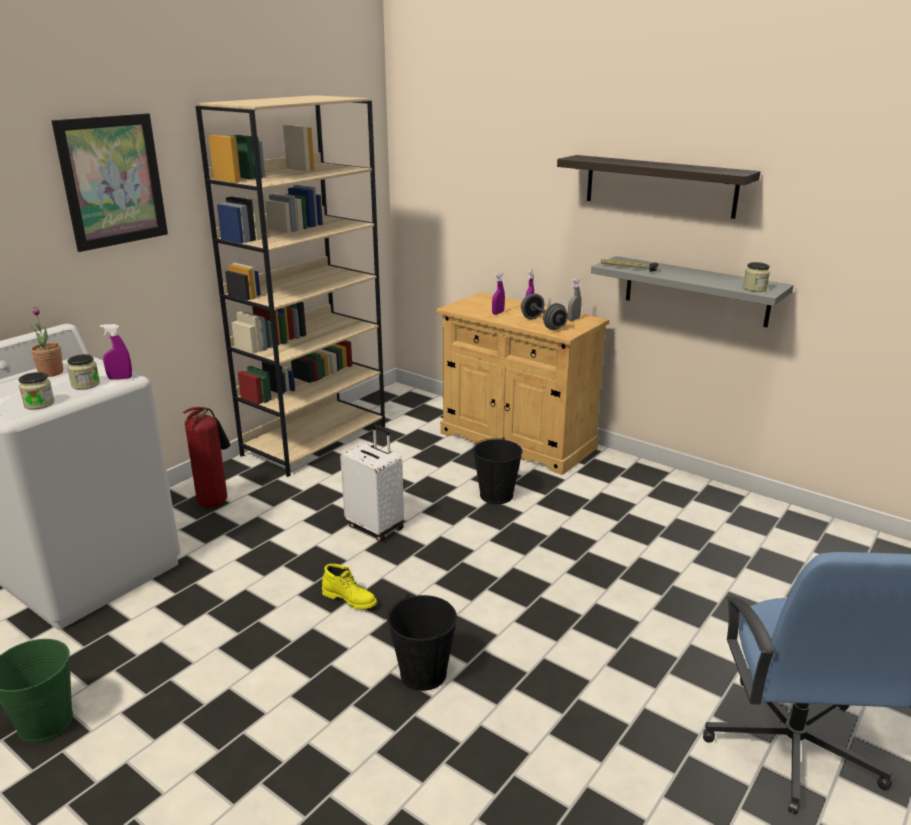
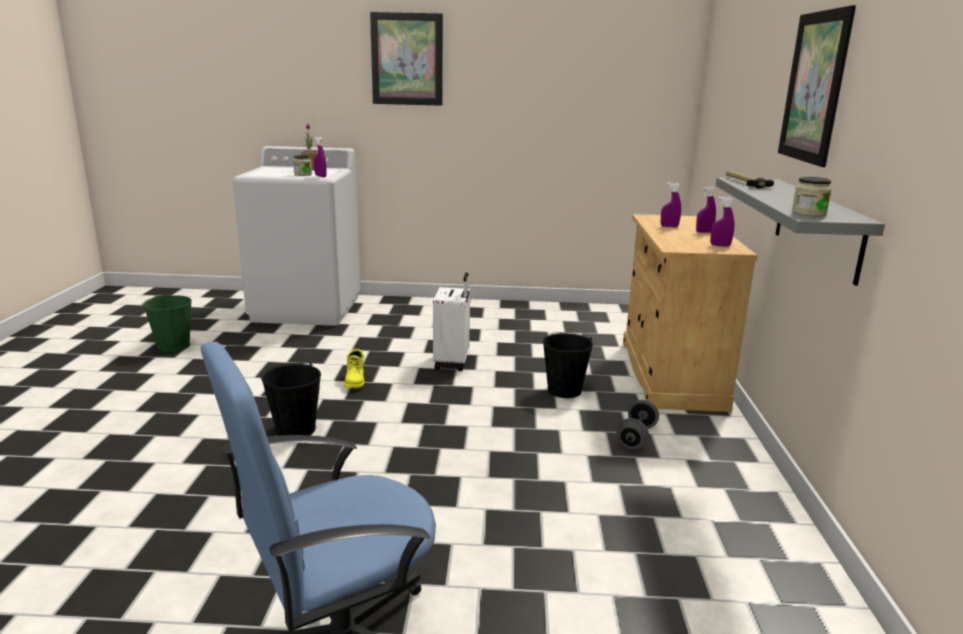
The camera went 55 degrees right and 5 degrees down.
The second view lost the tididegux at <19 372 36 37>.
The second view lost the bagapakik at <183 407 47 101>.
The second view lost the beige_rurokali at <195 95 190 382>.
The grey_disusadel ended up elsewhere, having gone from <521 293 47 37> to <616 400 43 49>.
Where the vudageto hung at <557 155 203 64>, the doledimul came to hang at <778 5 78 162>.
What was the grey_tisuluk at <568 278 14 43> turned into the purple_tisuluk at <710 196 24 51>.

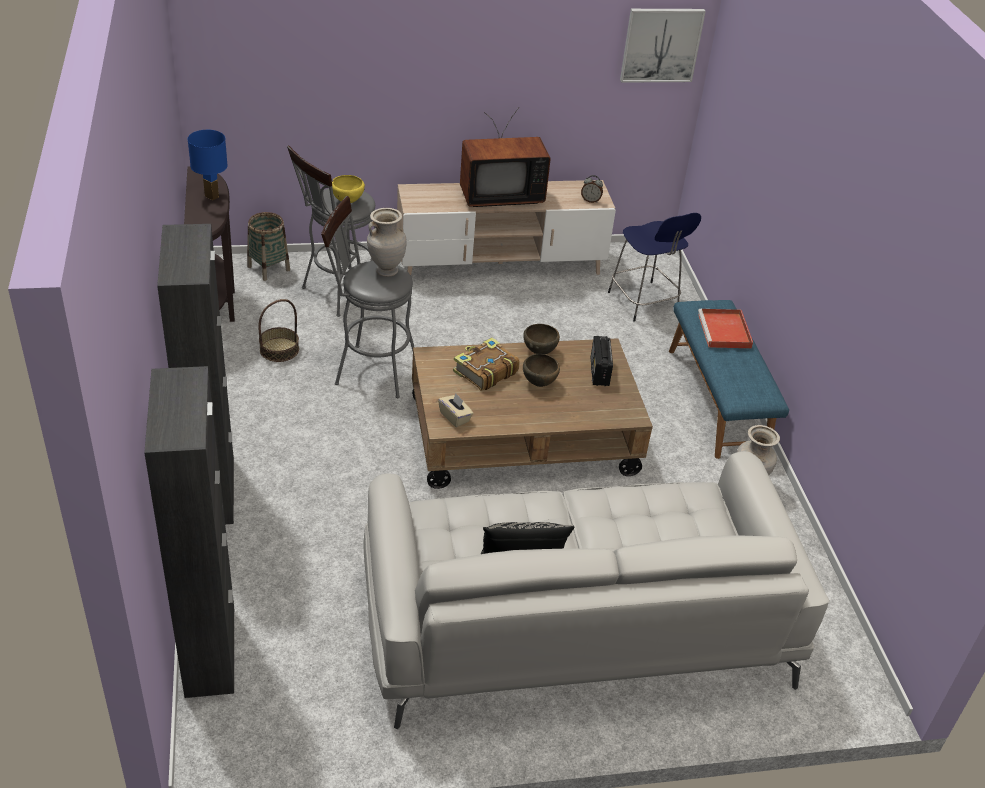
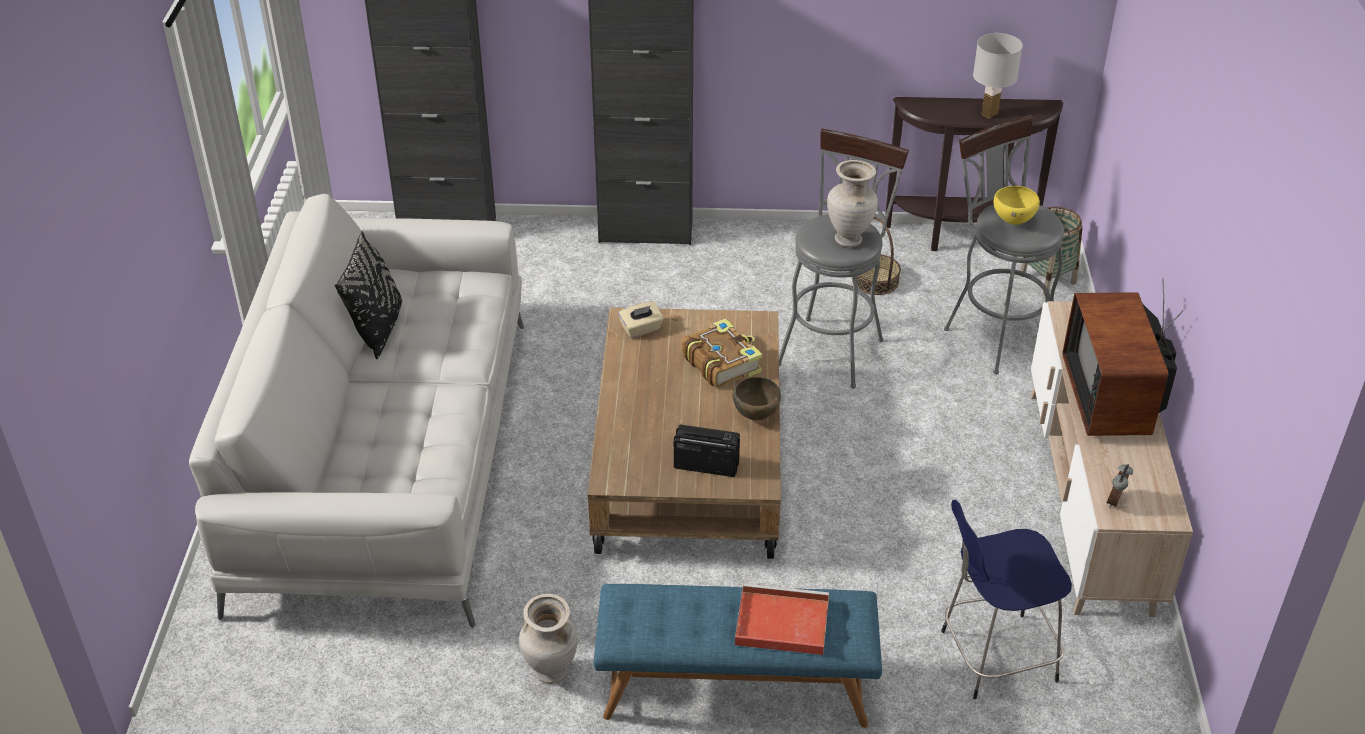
The camera went 105 degrees right and 0 degrees up.
What was the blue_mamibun at <187 130 41 70> turned into the white_mamibun at <973 33 50 86>.
The second view lost the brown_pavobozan at <523 354 37 33>.
The second view lost the doledimul at <620 9 86 74>.

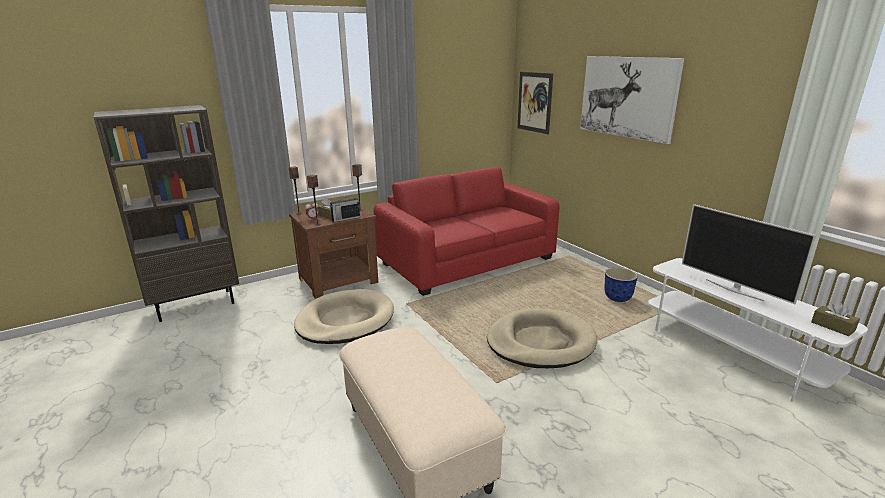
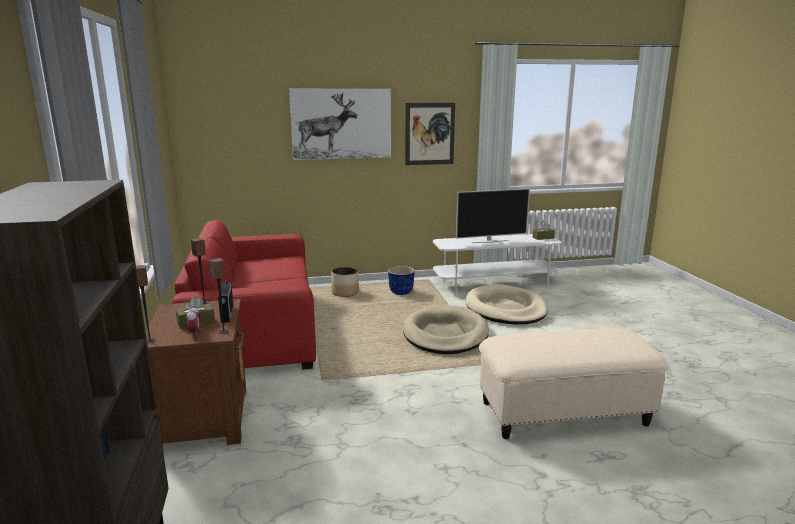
The camera went 70 degrees left and 5 degrees down.
The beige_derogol ended up elsewhere, having gone from <294 289 100 55> to <465 284 83 40>.
The doledimul ended up elsewhere, having gone from <517 72 36 62> to <405 103 50 62>.
The second view gained the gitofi at <331 267 28 30>.

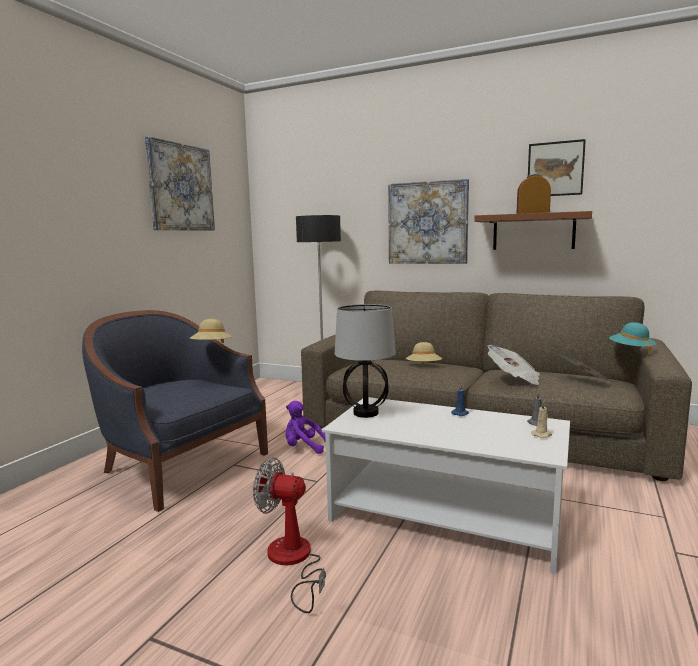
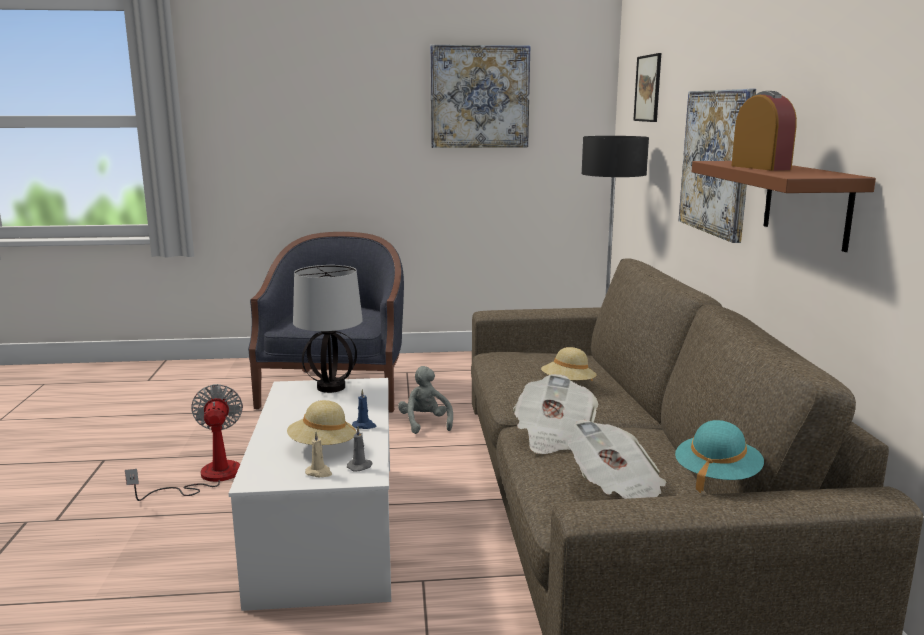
The camera went 60 degrees right and 5 degrees up.
The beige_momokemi ended up elsewhere, having gone from <190 319 42 24> to <287 400 69 45>.
What was the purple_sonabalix at <285 401 41 53> turned into the grey_sonabalix at <398 366 55 68>.
The doledimul ended up elsewhere, having gone from <528 139 58 57> to <633 53 28 69>.

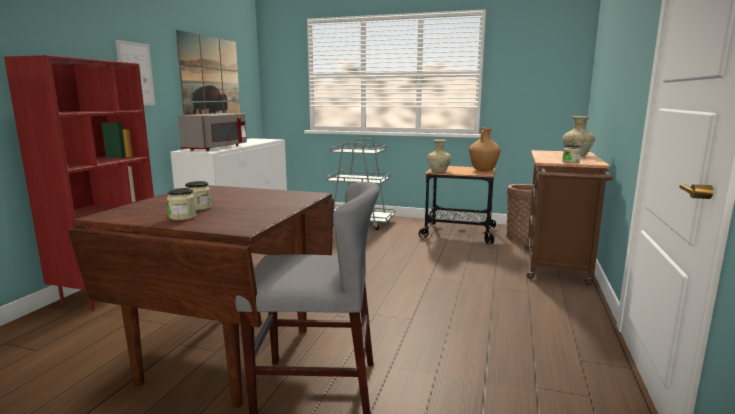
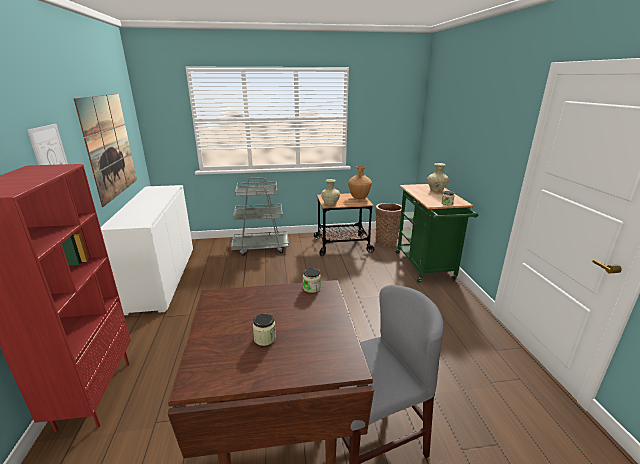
The camera went 25 degrees left and 10 degrees up.
The tididegux ended up elsewhere, having gone from <167 188 29 32> to <303 268 18 25>.
The second view lost the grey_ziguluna at <178 113 69 38>.
What was the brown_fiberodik at <524 150 89 135> turned into the green_fiberodik at <396 184 82 99>.

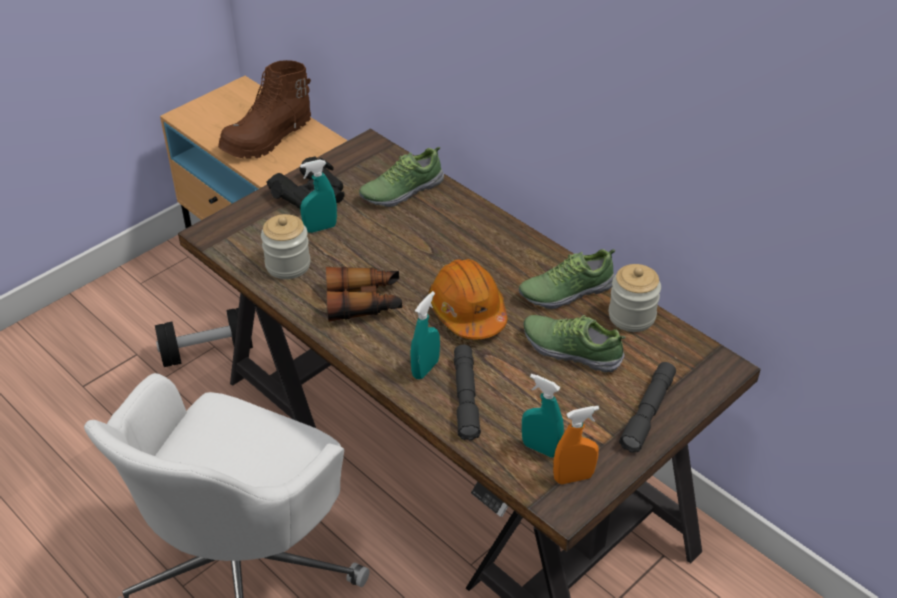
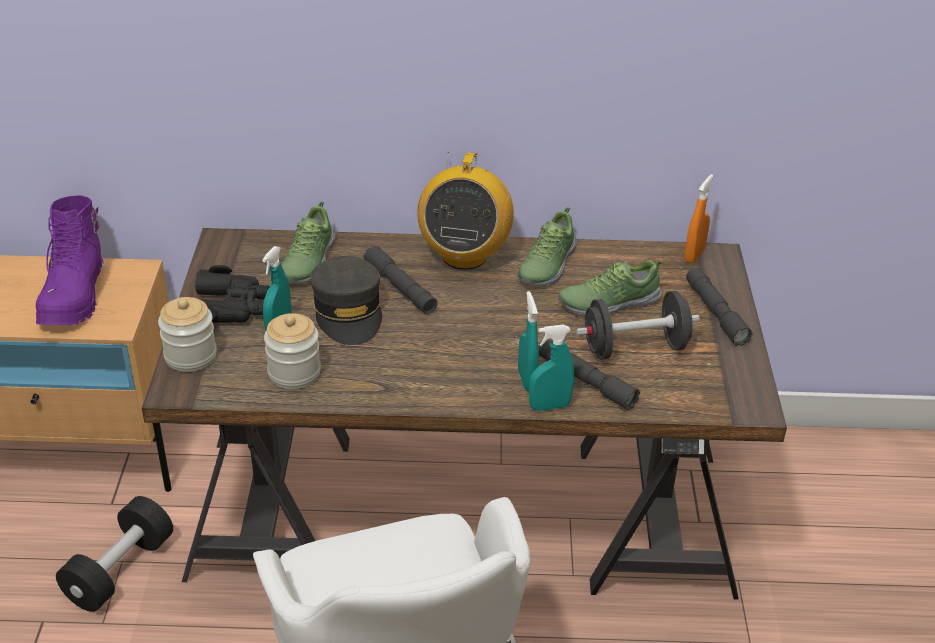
The camera went 45 degrees left and 5 degrees down.
What was the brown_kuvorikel at <218 60 93 99> turned into the purple_kuvorikel at <36 195 70 130>.
The second view lost the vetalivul at <326 267 76 55>.
The second view lost the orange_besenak at <428 259 79 80>.
The turquoise_tisuluk ended up elsewhere, having gone from <522 374 42 84> to <529 325 45 86>.
The orange_tisuluk ended up elsewhere, having gone from <553 406 46 78> to <684 174 30 89>.
The tididegux ended up elsewhere, having gone from <609 264 52 68> to <158 297 59 75>.
The second view gained the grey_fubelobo at <310 256 72 89>.
The second view gained the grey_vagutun at <363 245 74 69>.
The second view gained the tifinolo at <417 152 97 118>.
The second view gained the black_disusadel at <576 291 124 69>.

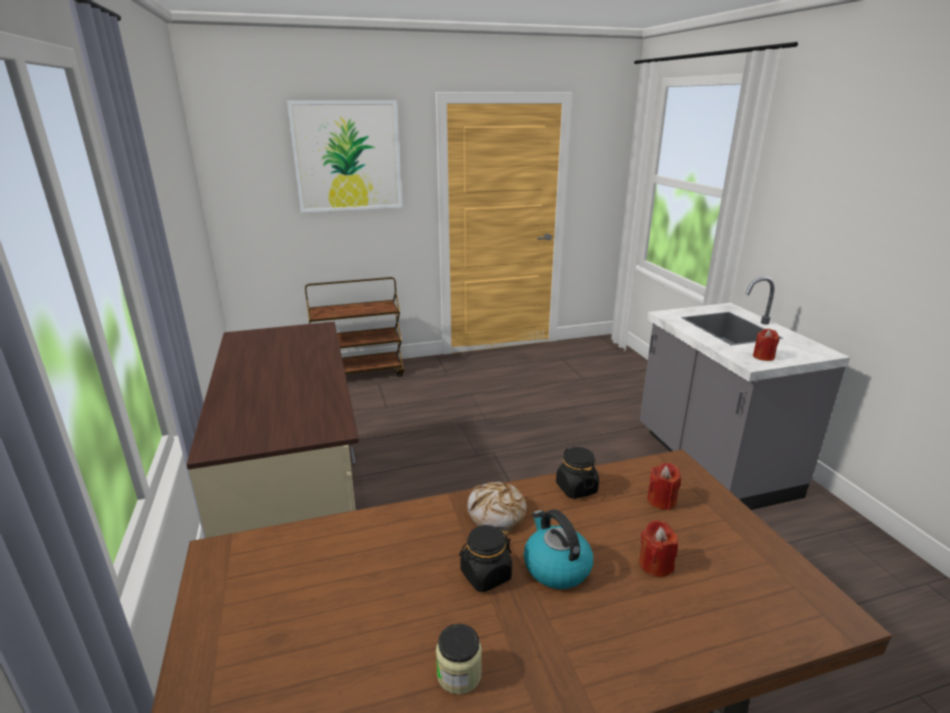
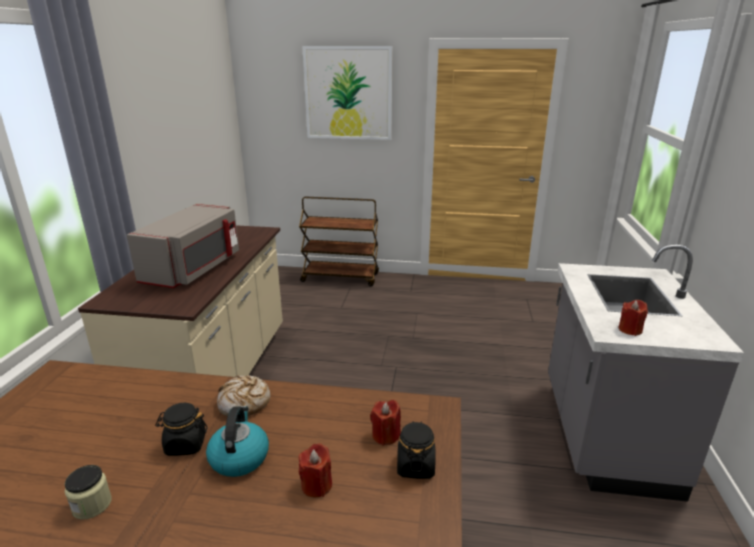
The camera went 25 degrees right and 0 degrees up.
The black_tididegux ended up elsewhere, having gone from <556 447 43 52> to <397 421 39 58>.
The second view gained the grey_ziguluna at <127 203 112 85>.

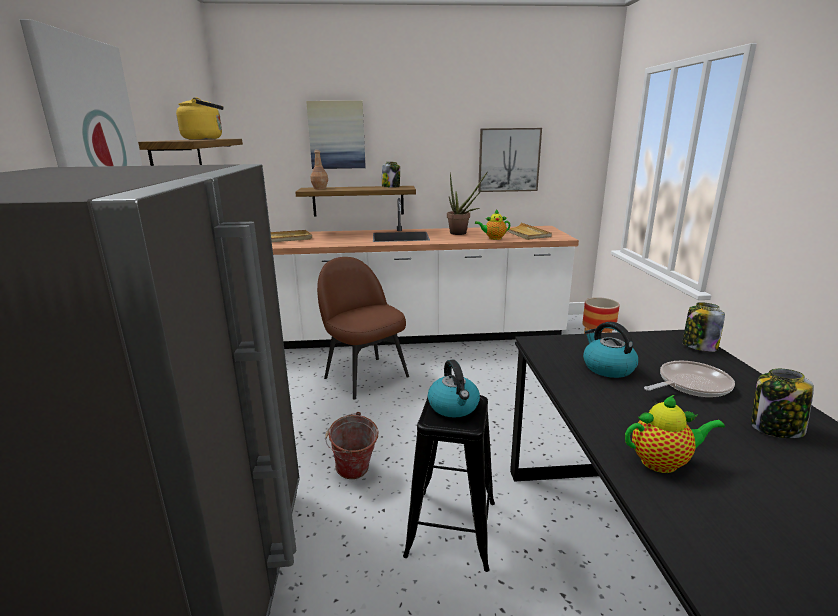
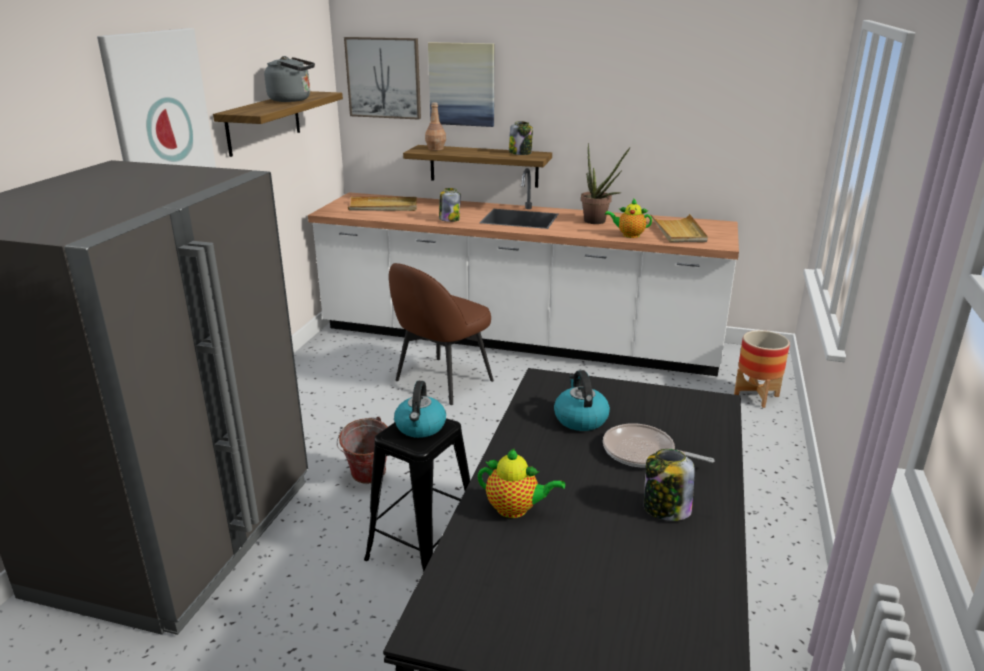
The camera went 20 degrees right and 5 degrees up.
What was the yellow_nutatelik at <176 97 48 43> turned into the grey_nutatelik at <264 56 51 46>.
The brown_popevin at <317 257 92 142> ended up facing another way, 120 degrees counterclockwise from before.
The doledimul ended up elsewhere, having gone from <478 128 64 64> to <344 37 77 83>.
The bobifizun at <644 361 91 36> ended up facing another way, 150 degrees counterclockwise from before.
The tididegux ended up elsewhere, having gone from <682 302 43 50> to <439 188 22 34>.

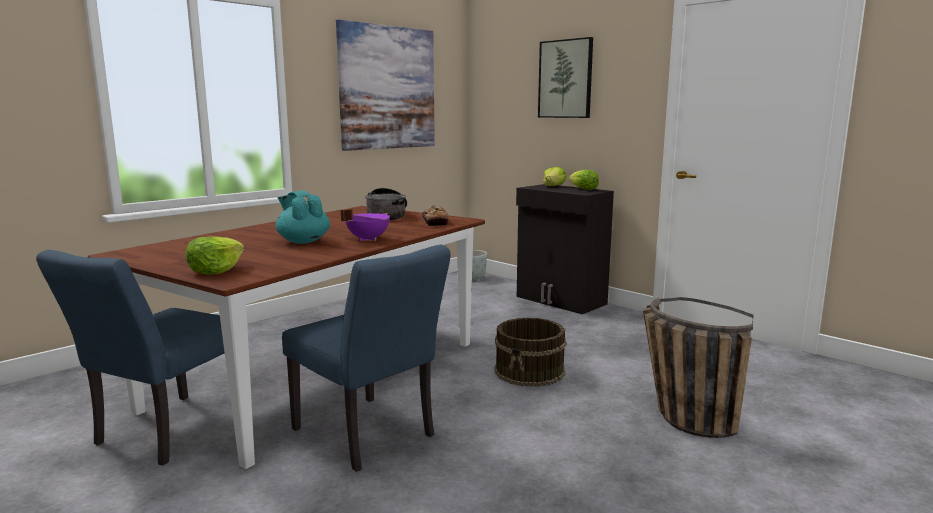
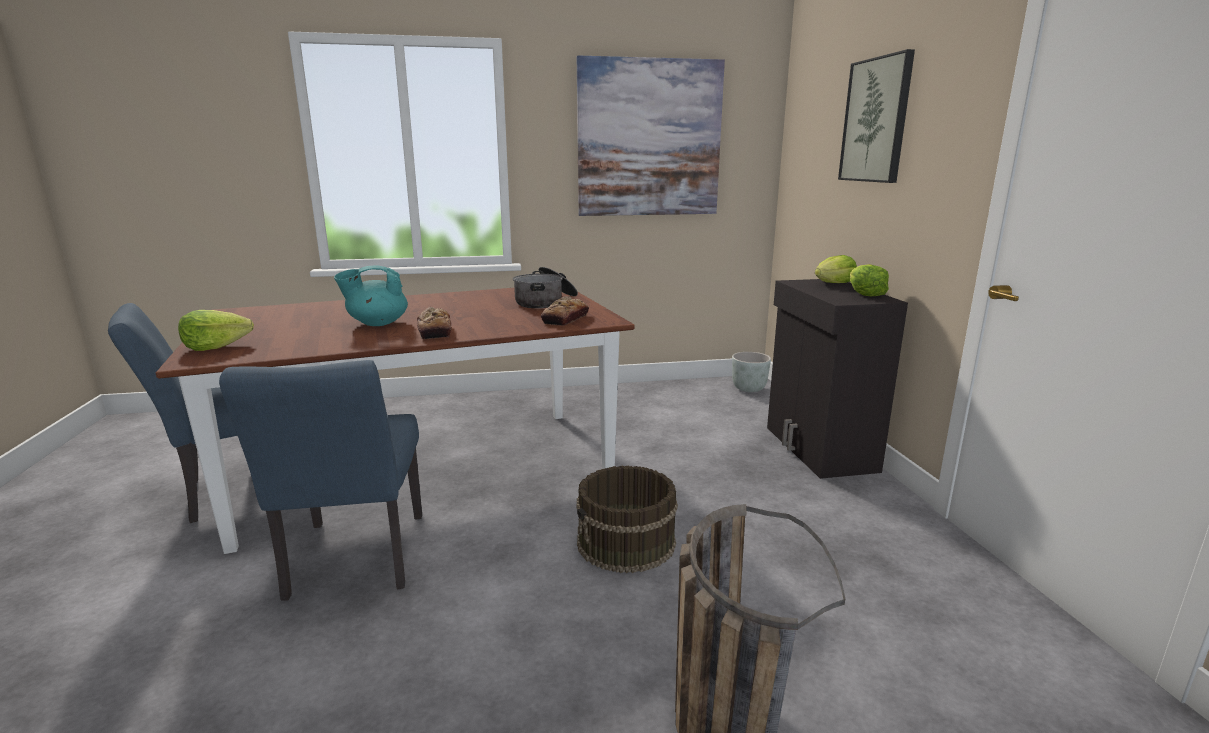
The camera went 35 degrees right and 5 degrees up.
The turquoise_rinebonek at <275 191 55 53> ended up facing another way, 105 degrees counterclockwise from before.
Where the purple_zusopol stood at <341 208 49 33>, the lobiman came to stand at <417 307 34 32>.

